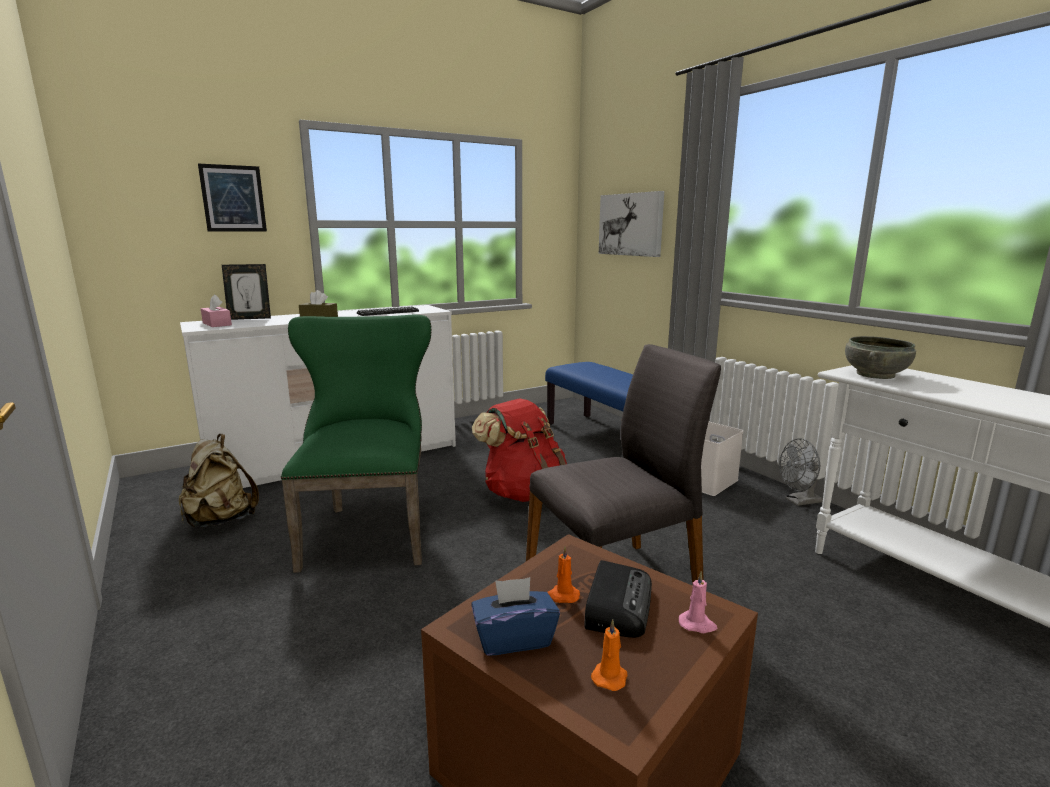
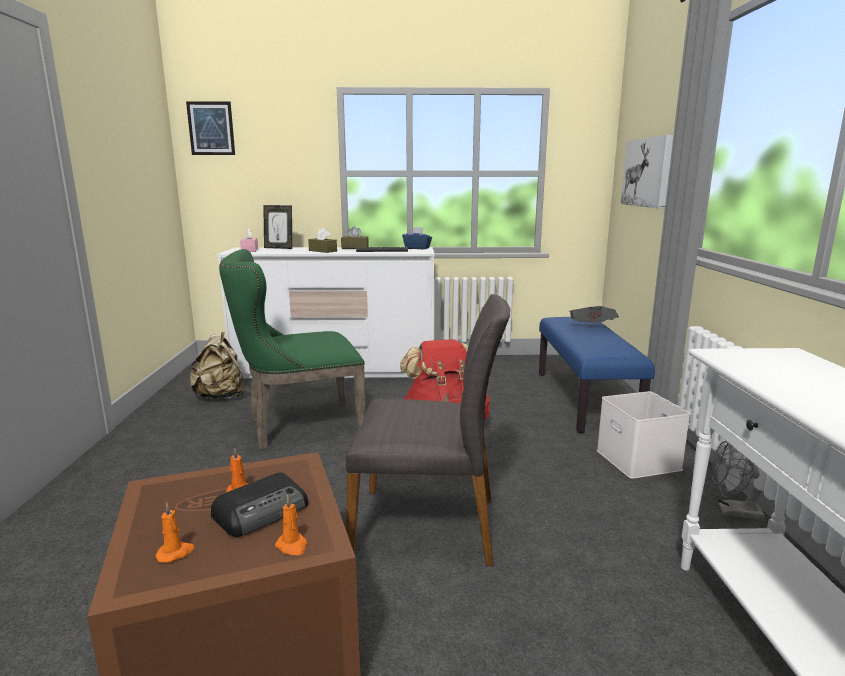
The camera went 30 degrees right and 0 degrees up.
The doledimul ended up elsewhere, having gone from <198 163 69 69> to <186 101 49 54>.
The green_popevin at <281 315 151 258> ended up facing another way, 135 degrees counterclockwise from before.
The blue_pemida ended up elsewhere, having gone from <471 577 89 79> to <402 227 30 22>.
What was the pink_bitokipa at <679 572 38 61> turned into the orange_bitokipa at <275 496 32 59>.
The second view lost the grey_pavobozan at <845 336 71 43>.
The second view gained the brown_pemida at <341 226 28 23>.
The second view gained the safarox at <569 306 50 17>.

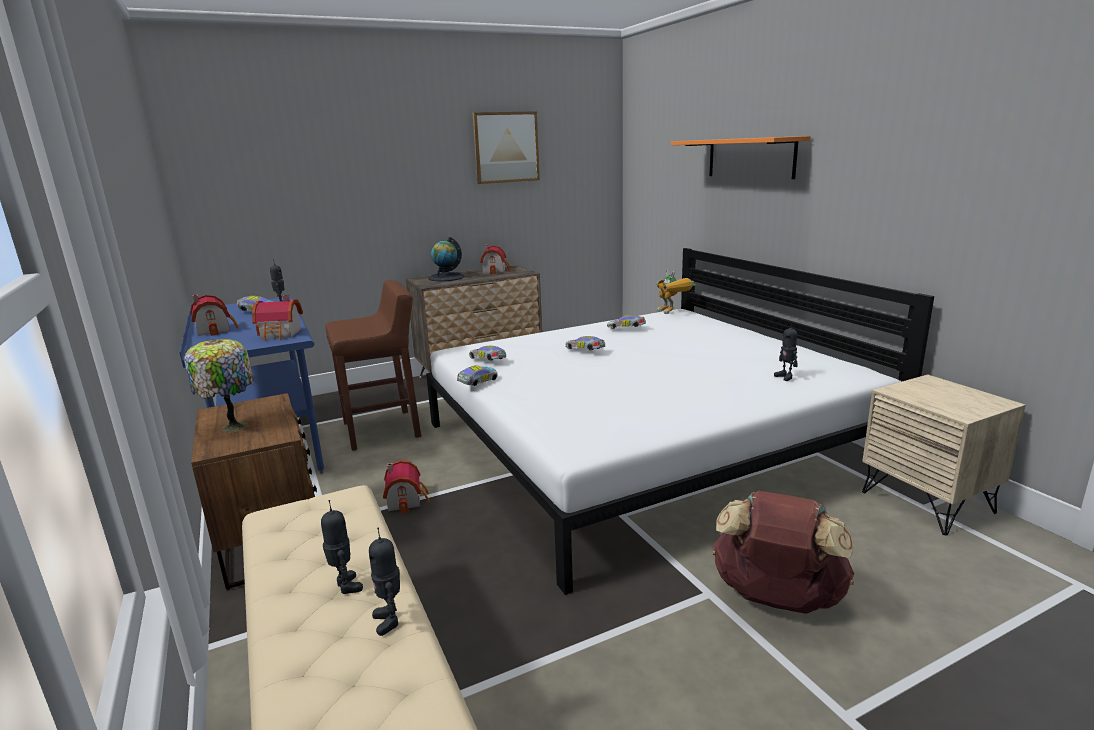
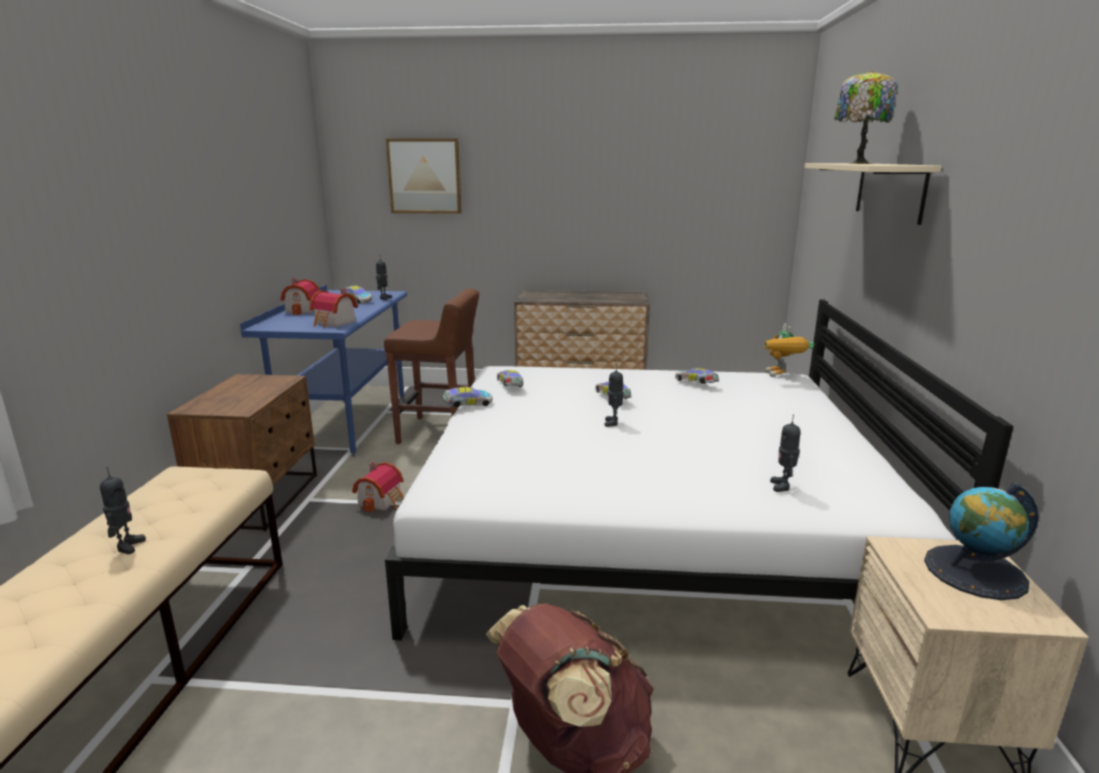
The camera went 30 degrees right and 0 degrees up.
The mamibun ended up elsewhere, having gone from <184 339 70 94> to <834 71 64 93>.
The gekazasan ended up elsewhere, having gone from <369 528 31 108> to <605 364 19 63>.
The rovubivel ended up elsewhere, having gone from <428 237 37 44> to <924 483 115 117>.
The doledimul ended up elsewhere, having gone from <472 111 68 73> to <386 138 76 76>.
The second view lost the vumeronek at <480 245 31 29>.
What was the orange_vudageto at <671 136 140 43> turned into the beige_vudageto at <804 163 138 62>.

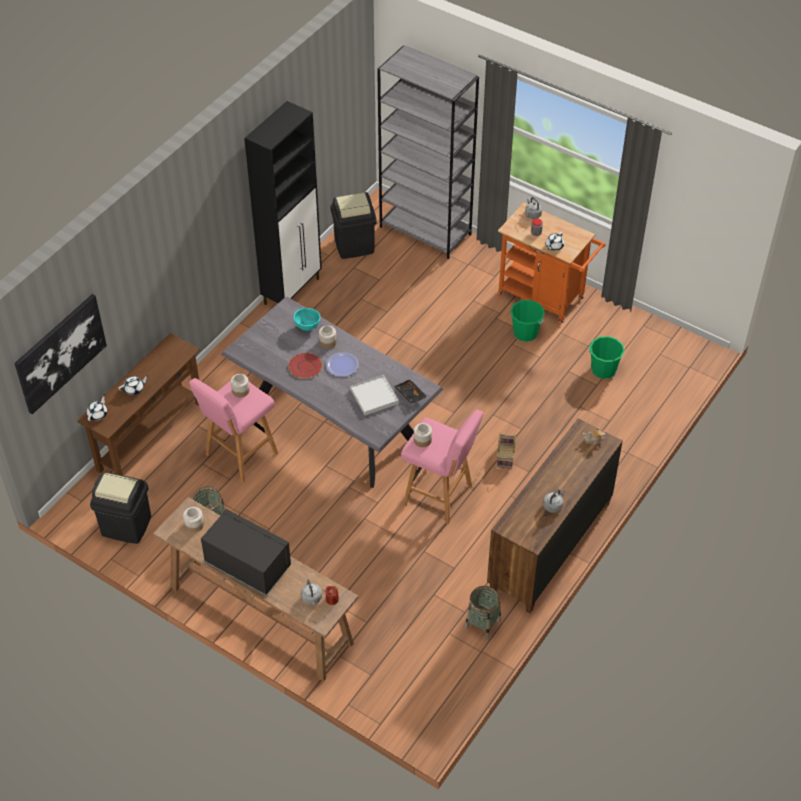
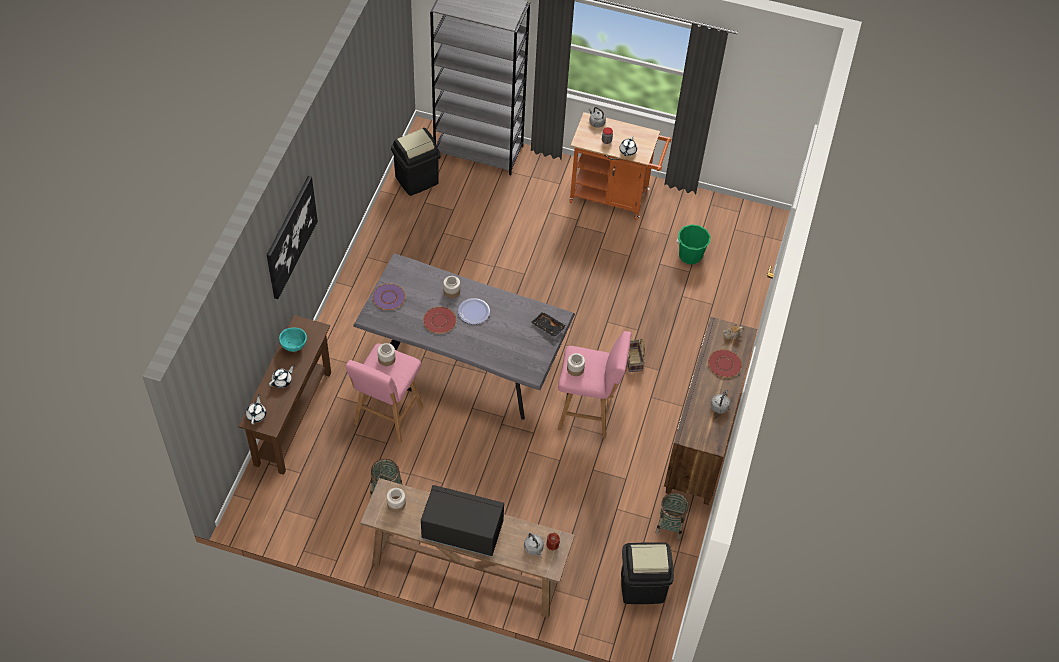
The camera went 20 degrees left and 5 degrees up.
The doledimul ended up elsewhere, having gone from <14 294 93 120> to <267 176 51 123>.
The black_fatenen ended up elsewhere, having gone from <90 472 61 72> to <621 542 53 62>.
The second view lost the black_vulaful at <244 101 78 204>.
The turquoise_pavobozan ended up elsewhere, having gone from <293 308 28 23> to <279 327 28 25>.
The second view lost the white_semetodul at <350 375 49 40>.
The second view lost the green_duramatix at <510 300 35 42>.
The second view gained the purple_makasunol at <372 284 34 26>.
The second view gained the red_makasunol at <708 349 34 29>.

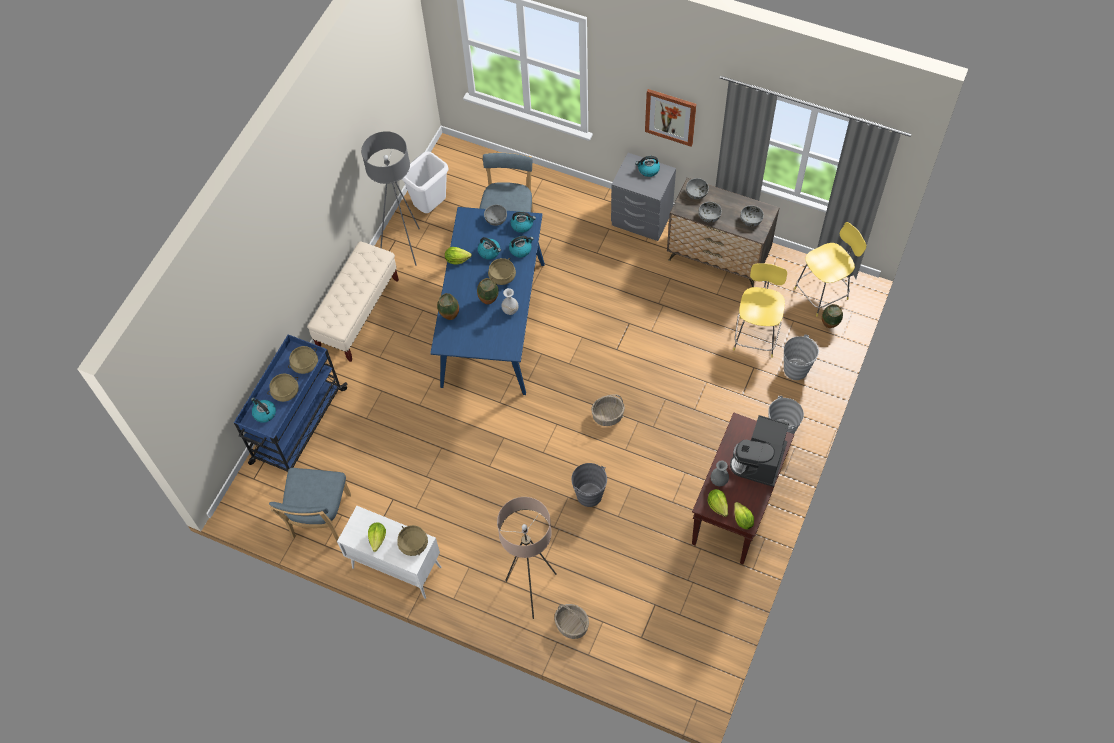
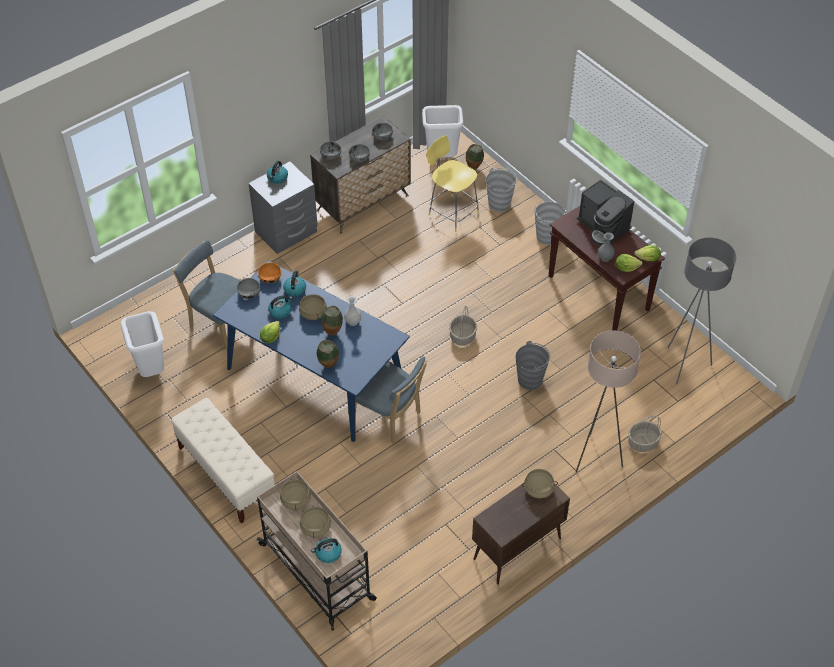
The camera went 65 degrees left and 10 degrees down.
What was the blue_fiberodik at <234 334 114 138> turned into the beige_fiberodik at <257 471 120 159>.
The blue_popevin ended up elsewhere, having gone from <269 468 82 73> to <355 357 72 87>.
What was the white_vulaful at <337 506 104 93> turned into the brown_vulaful at <472 484 98 101>.
The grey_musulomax ended up elsewhere, having gone from <361 131 59 135> to <668 237 68 147>.
The second view lost the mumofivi at <368 522 18 30>.
Where the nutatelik stood at <510 212 26 21>, the orange_pavobozan came to stand at <258 263 23 20>.
The second view lost the doledimul at <645 89 52 58>.
Where the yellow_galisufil stood at <794 222 72 95>, the white_fatenen came to stand at <422 105 41 52>.

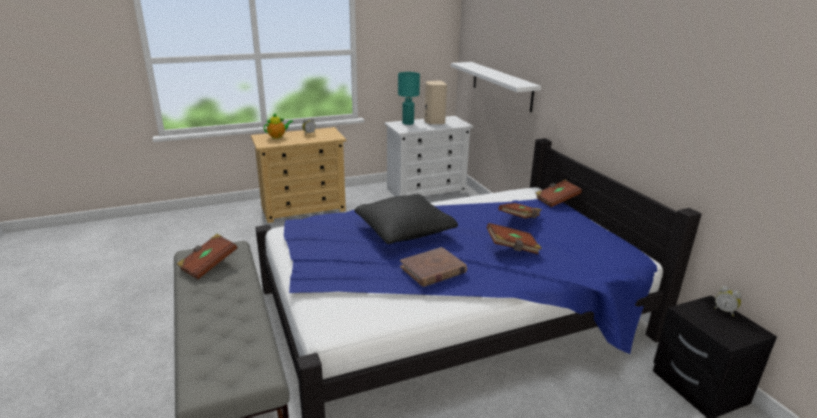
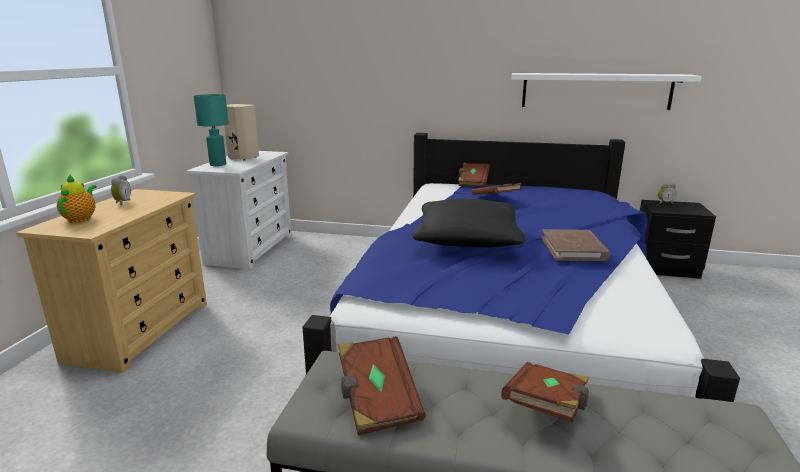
The camera went 55 degrees left and 5 degrees down.
The white_vudageto ended up elsewhere, having gone from <451 62 90 50> to <511 73 191 37>.
The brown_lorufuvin ended up elsewhere, having gone from <487 223 55 31> to <501 362 88 61>.

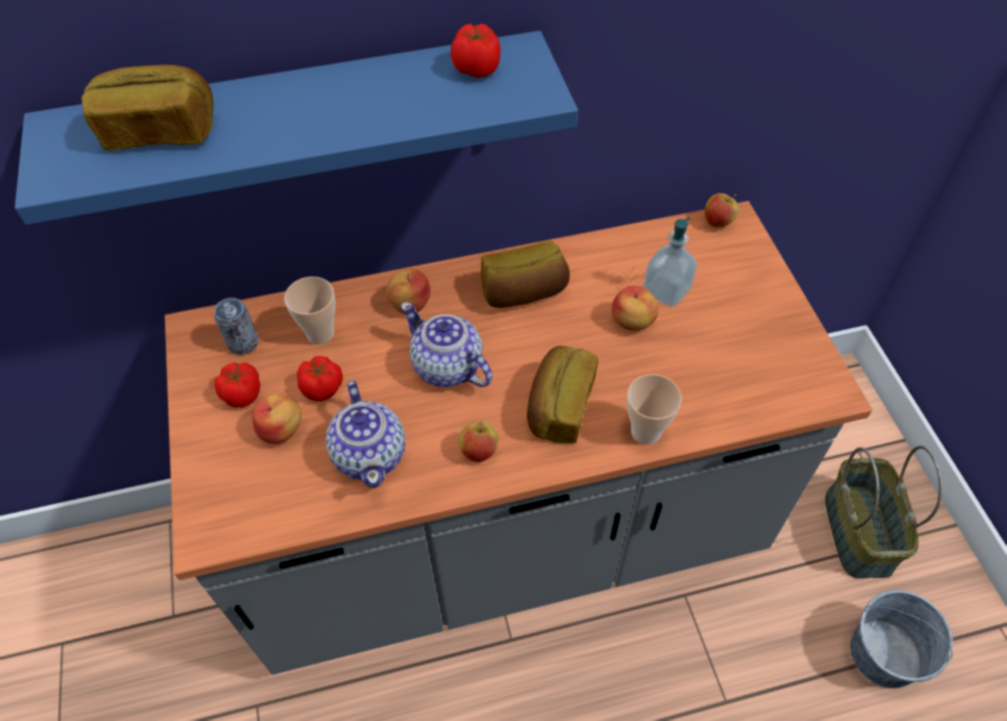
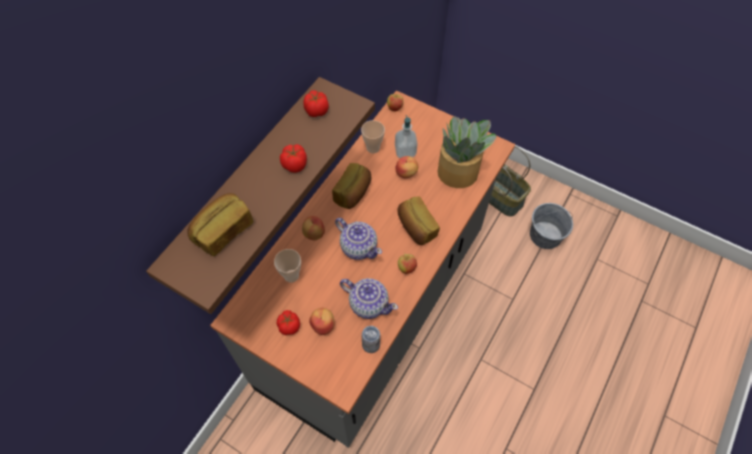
The camera went 45 degrees left and 5 degrees up.
What was the blue_vudageto at <15 31 563 194> turned into the brown_vudageto at <146 77 229 237>.
The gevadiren ended up elsewhere, having gone from <214 298 45 57> to <362 326 18 27>.
The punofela ended up elsewhere, having gone from <297 356 46 45> to <280 144 27 29>.
The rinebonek at <401 302 91 85> ended up facing another way, 135 degrees counterclockwise from before.
The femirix ended up elsewhere, having gone from <627 374 55 71> to <361 120 24 33>.
The second view gained the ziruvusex at <438 116 59 72>.

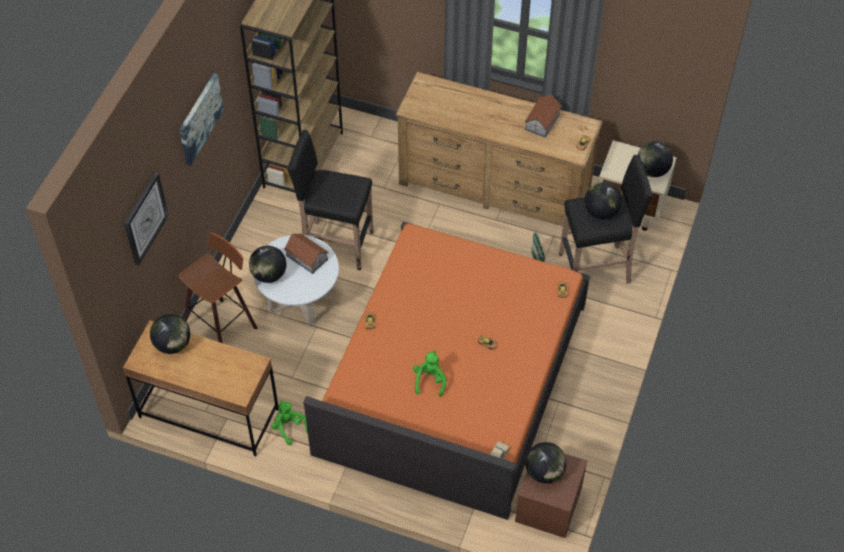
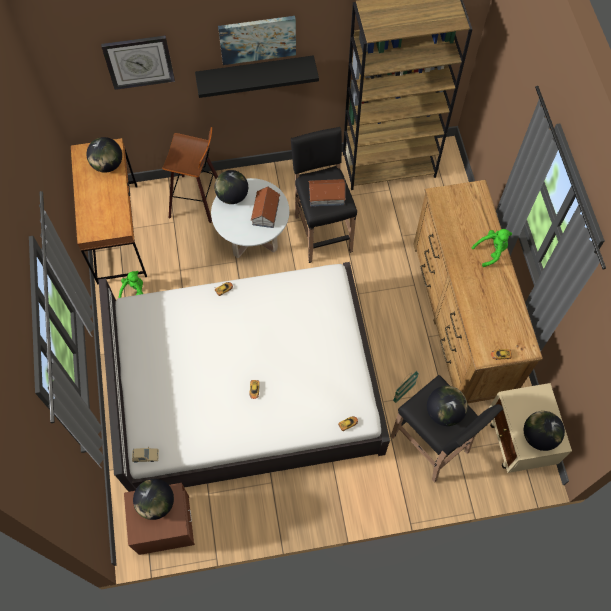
The camera went 60 degrees right and 10 degrees up.
What was the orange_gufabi at <303 221 288 299> turned into the white_gufabi at <98 262 292 230>.
The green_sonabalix ended up elsewhere, having gone from <413 351 33 46> to <471 229 41 38>.
The vumeronek ended up elsewhere, having gone from <524 94 38 44> to <308 179 38 28>.
The second view gained the black_vudageto at <195 55 124 43>.

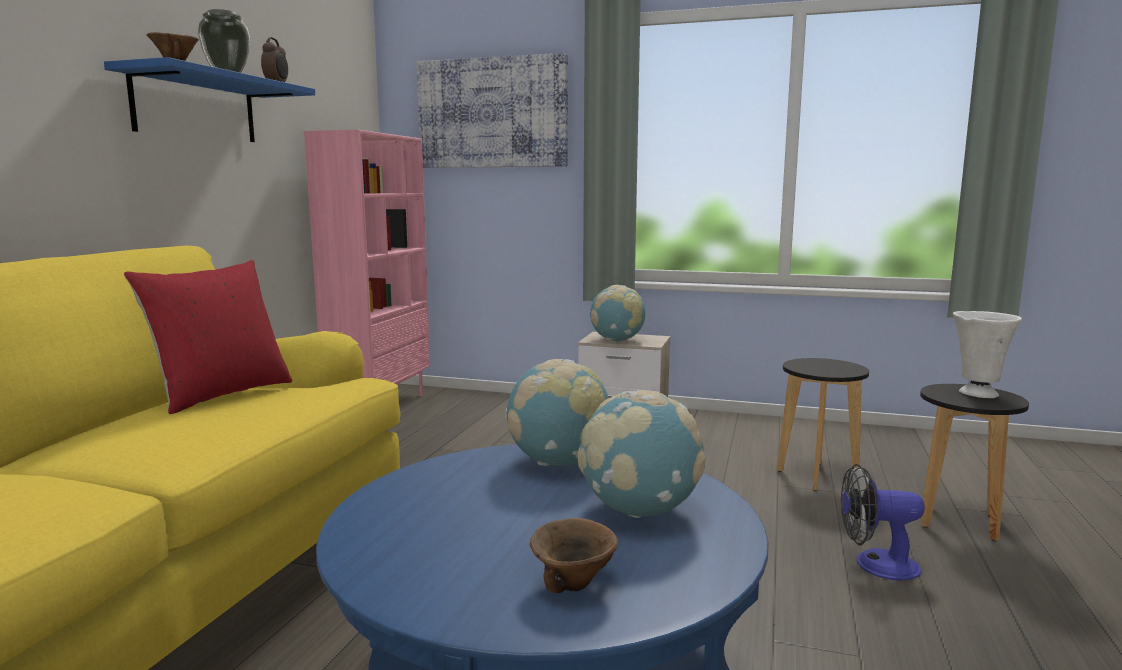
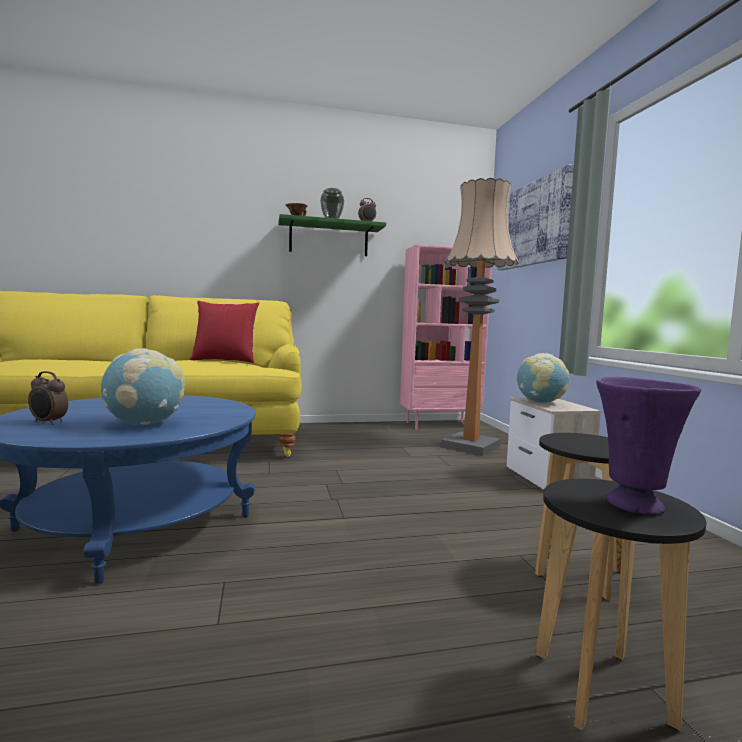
The camera went 60 degrees right and 5 degrees down.
What was the blue_vudageto at <104 57 211 85> turned into the green_vudageto at <278 214 108 42>.
The second view lost the rovubivel at <505 359 104 107>.
Where the brown_pavobozan stood at <530 518 88 75>, the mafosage came to stand at <28 371 40 54>.
The second view lost the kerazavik at <841 464 84 116>.
What was the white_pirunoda at <953 311 69 87> turned into the purple_pirunoda at <596 377 105 138>.
The second view gained the musulomax at <441 178 78 278>.

